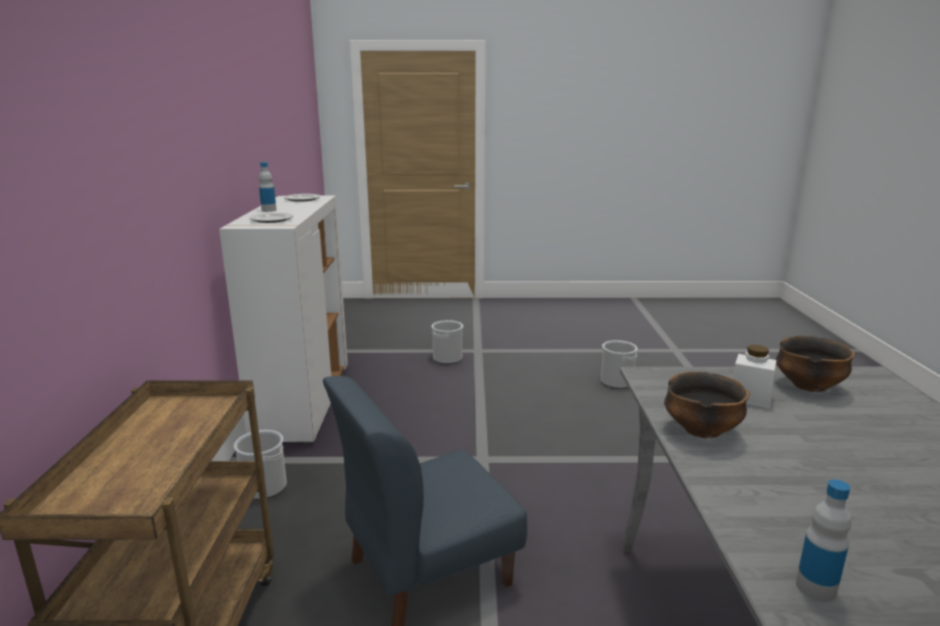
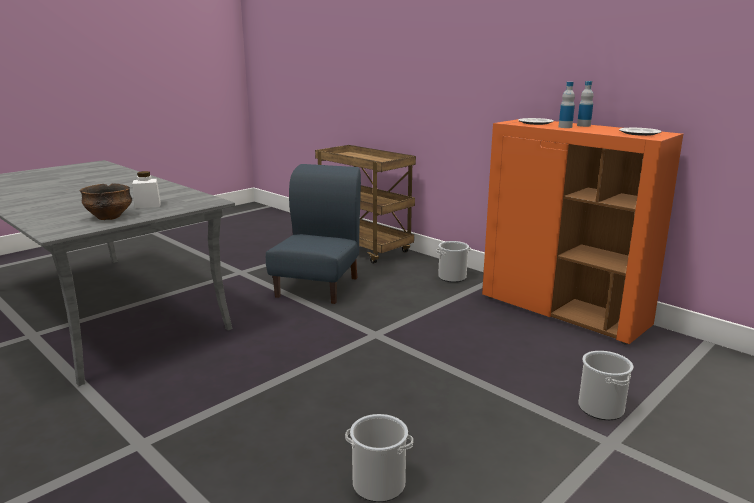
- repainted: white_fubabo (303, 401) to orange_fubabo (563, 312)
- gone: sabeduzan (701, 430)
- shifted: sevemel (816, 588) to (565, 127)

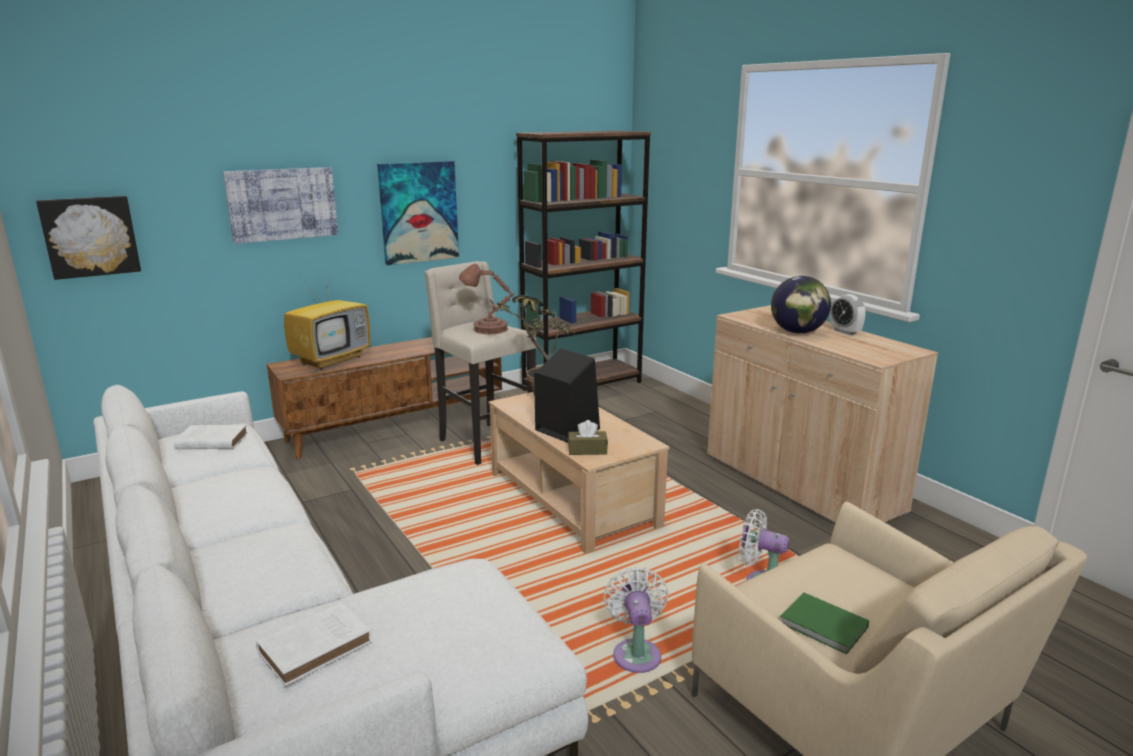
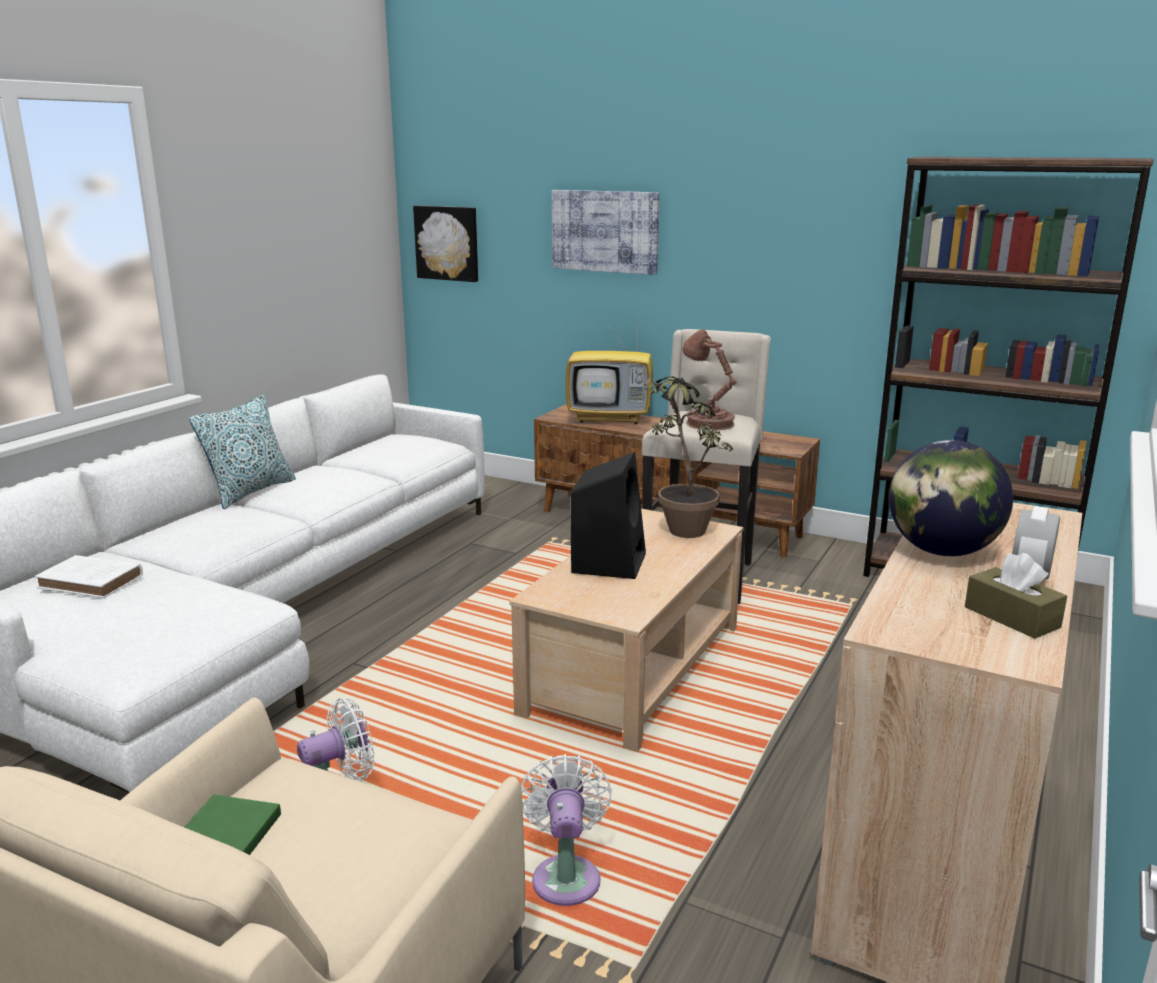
- gone: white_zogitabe (210, 441)
- gone: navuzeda (418, 212)
- shifted: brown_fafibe (587, 450) to (1011, 617)
- new: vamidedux (250, 492)

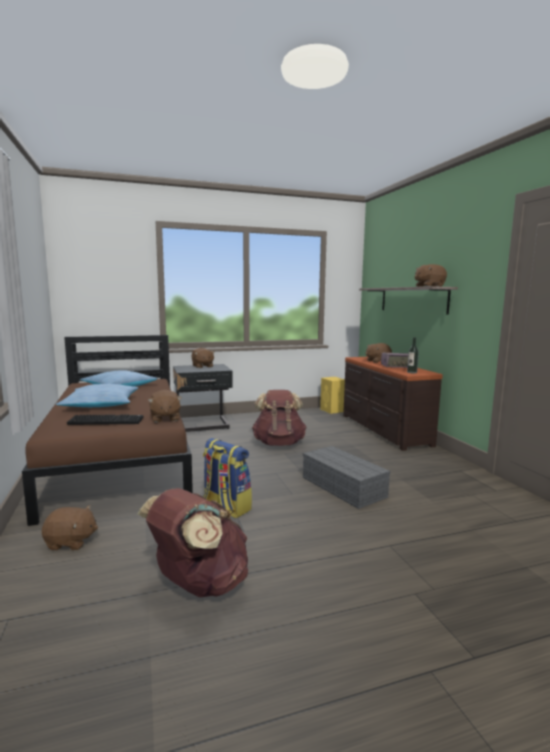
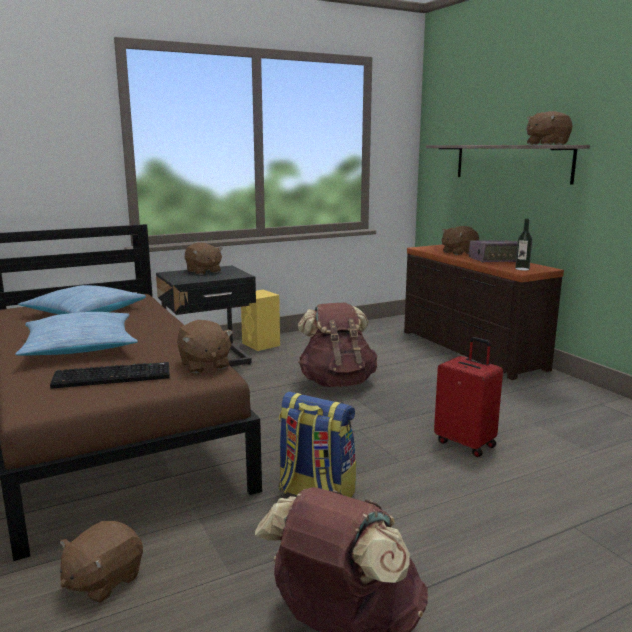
- rotated: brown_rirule (71, 542) = (103, 581) 135 degrees clockwise
- swapped: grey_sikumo (345, 487) to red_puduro (466, 443)
- shifted: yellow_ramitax (332, 410) to (261, 344)

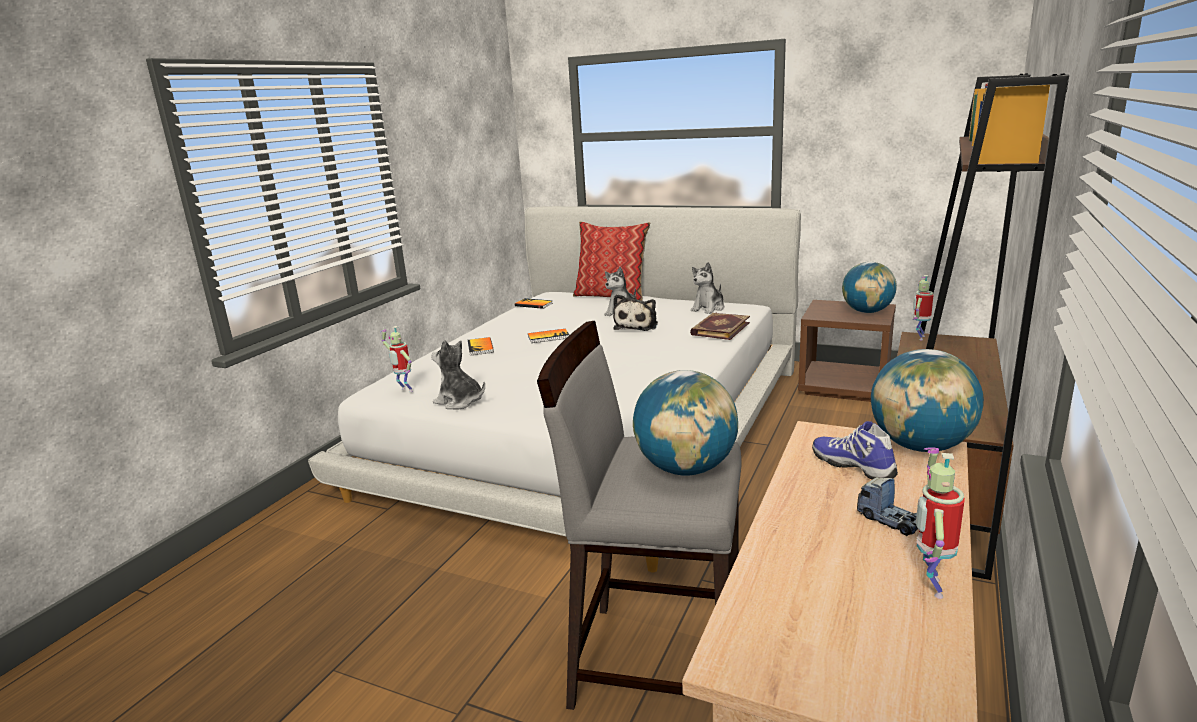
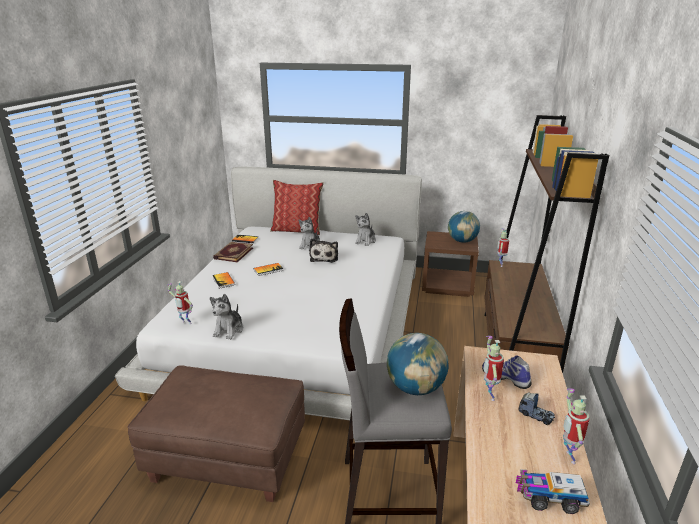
- rotated: rirule (460, 401) = (229, 330) 90 degrees counterclockwise
- shifted: zogitabe (719, 328) to (233, 253)
- gone: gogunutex (920, 446)
- new: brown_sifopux (227, 460)
- new: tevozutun (489, 395)
- new: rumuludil (549, 497)

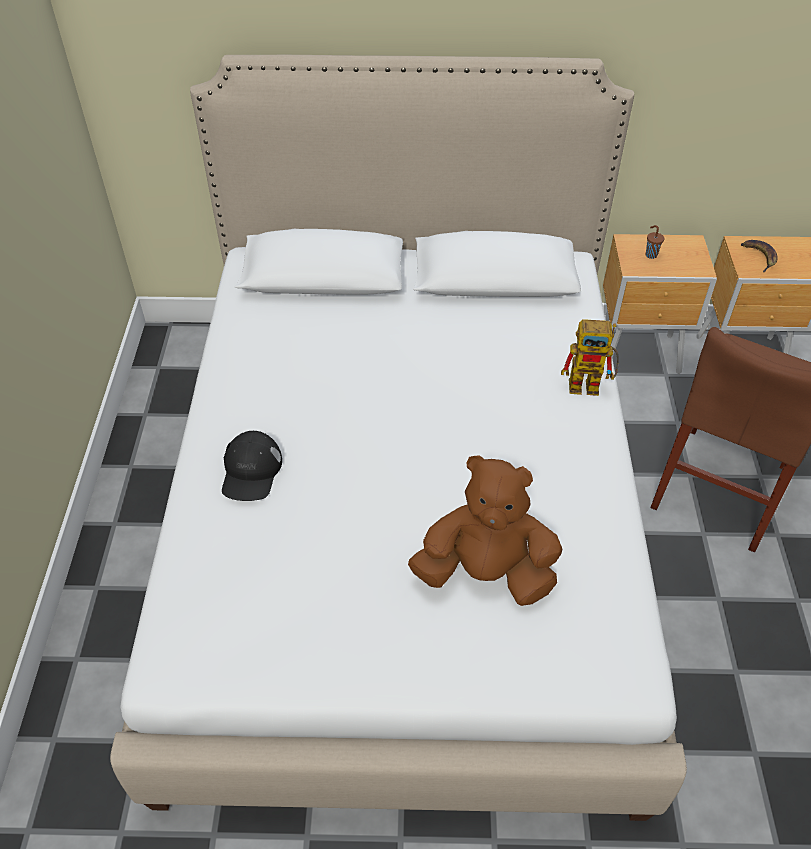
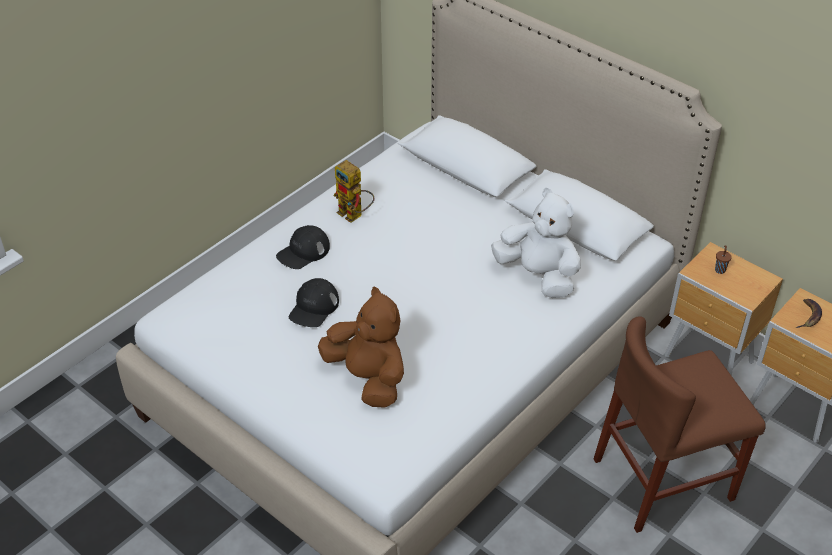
- shifted: tevozutun (591, 385) to (354, 215)
- new: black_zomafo (314, 307)
- new: white_rirule (538, 275)

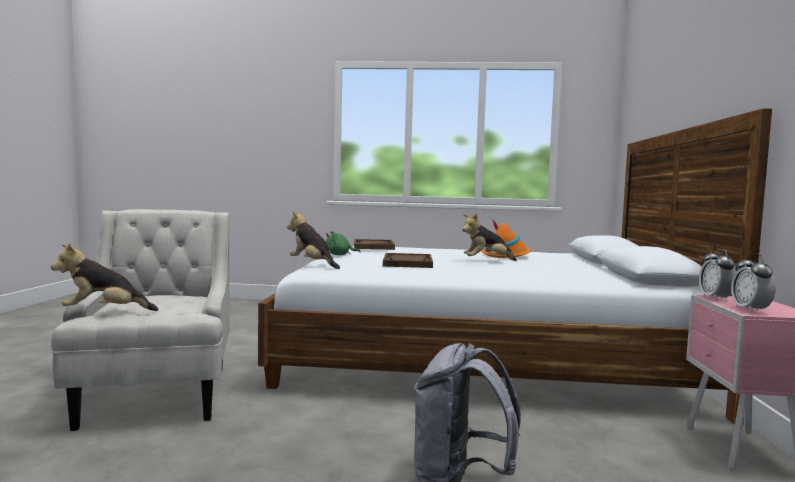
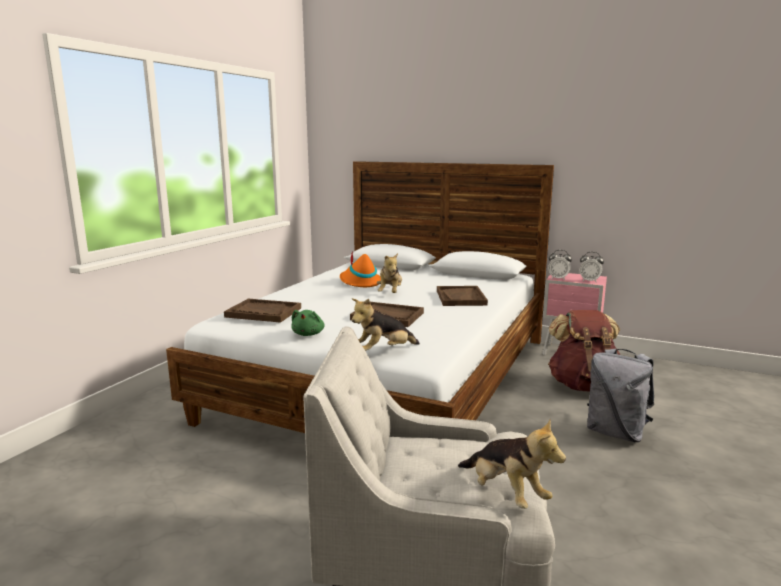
- rotated: rirule (104, 312) = (505, 493) 45 degrees counterclockwise
- new: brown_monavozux (461, 298)
- new: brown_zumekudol (584, 386)

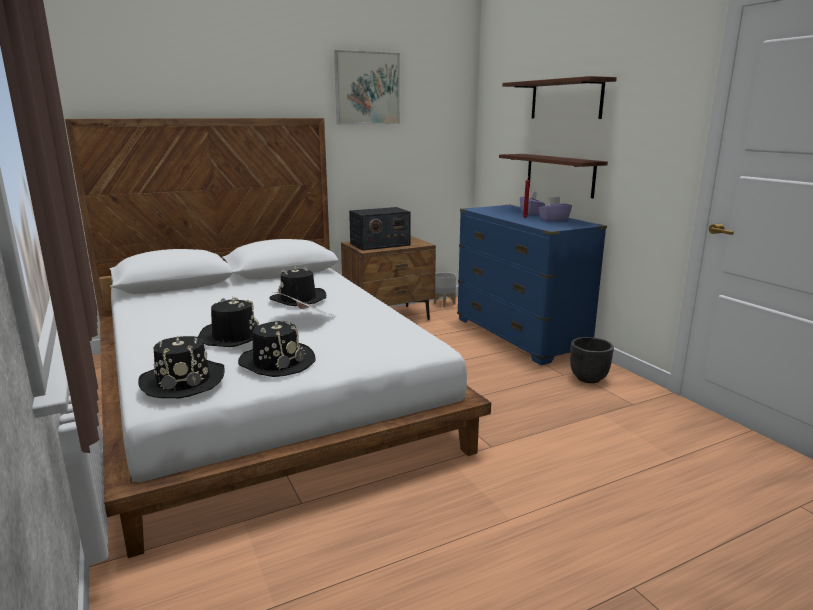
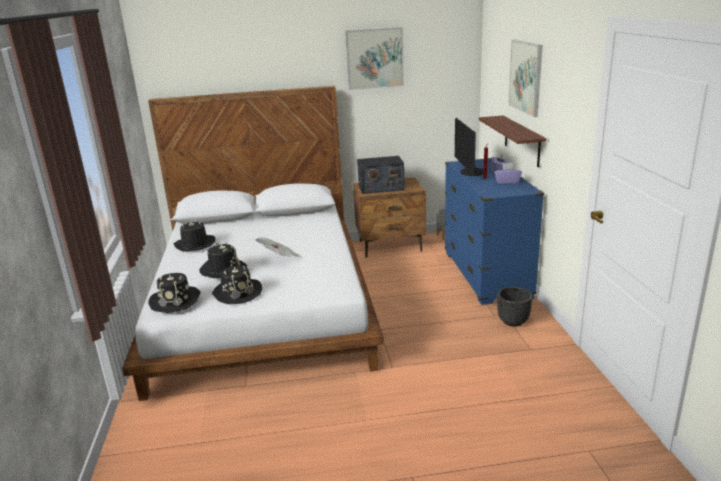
- shifted: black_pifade (298, 299) to (195, 244)
- swapped: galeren (566, 99) to navuzeda (526, 77)
- new: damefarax (469, 172)

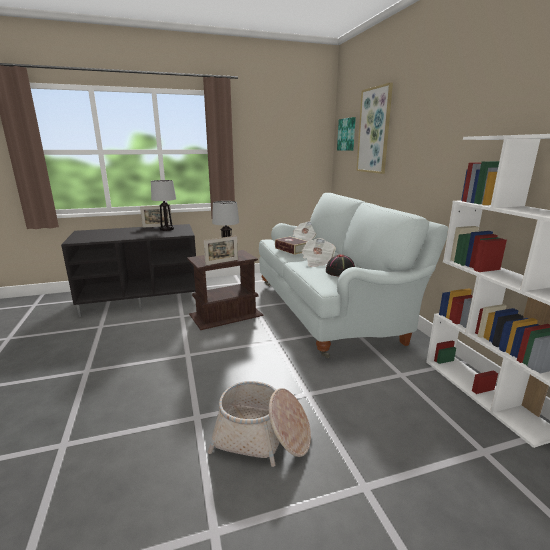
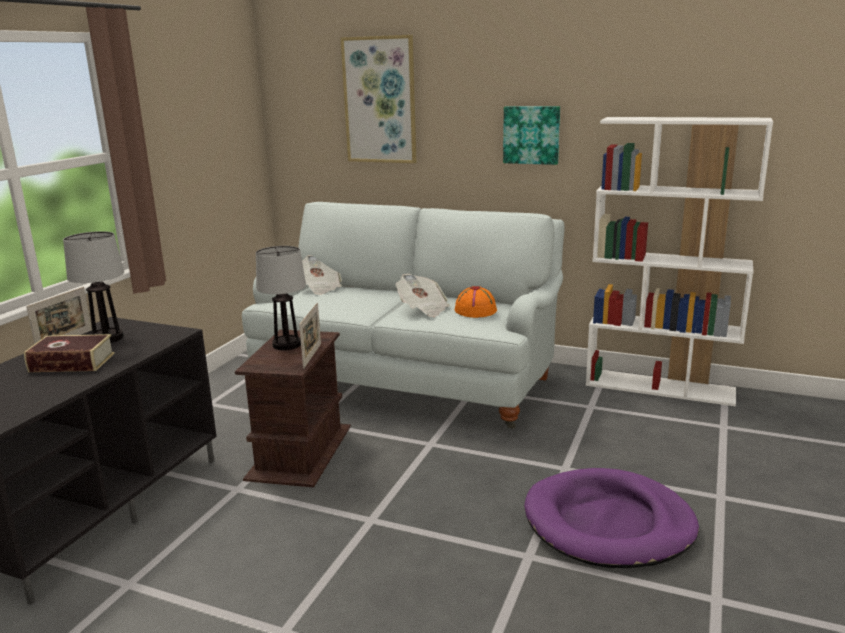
- swapped: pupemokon (262, 437) to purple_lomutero (608, 524)
- shifted: zogitabe (292, 249) to (72, 362)
- repainted: black_pifade (340, 271) to orange_pifade (475, 310)
- shifted: navuzeda (347, 134) to (531, 135)

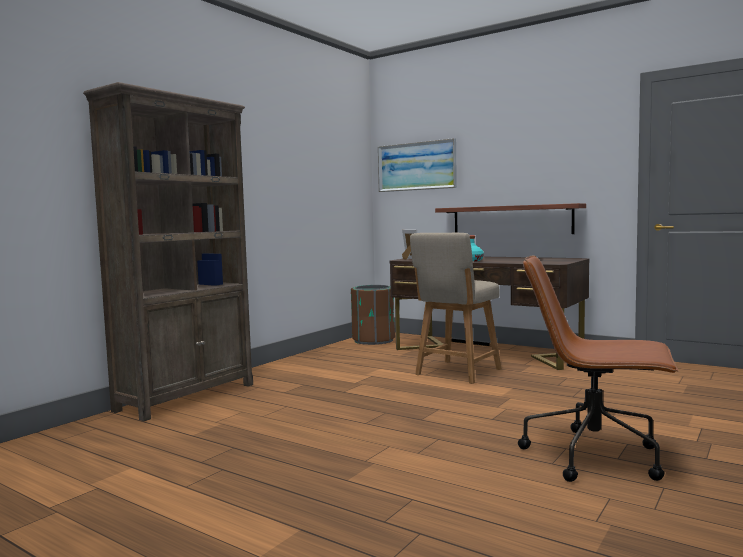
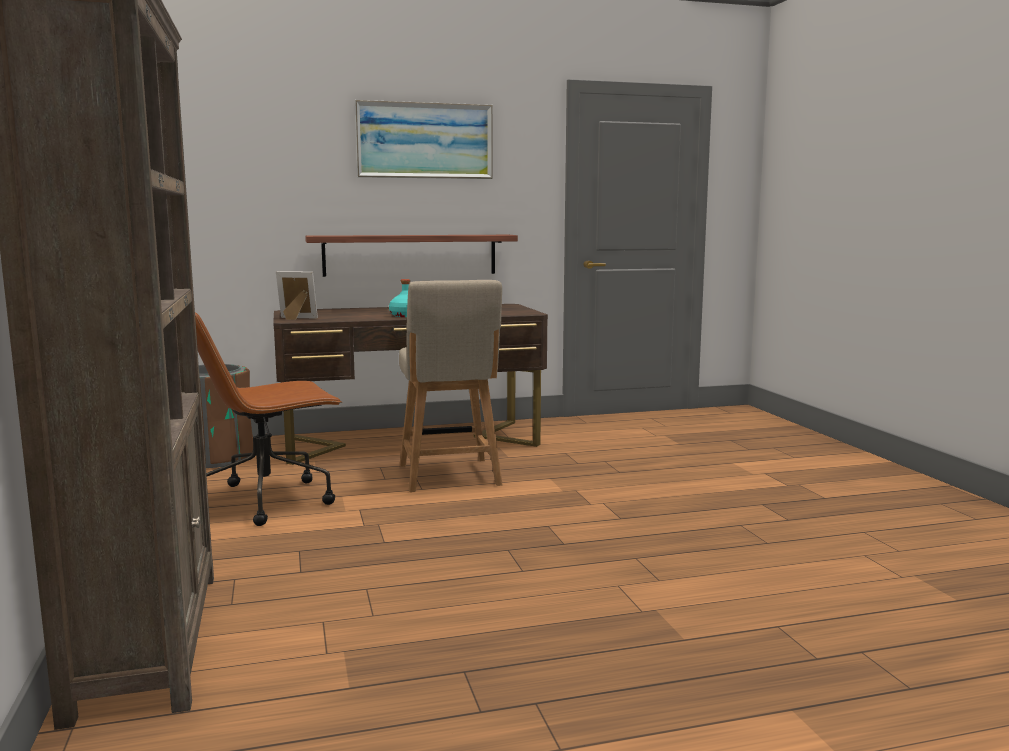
- shifted: navuzeda (416, 166) to (425, 141)
- shifted: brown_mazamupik (596, 456) to (267, 500)

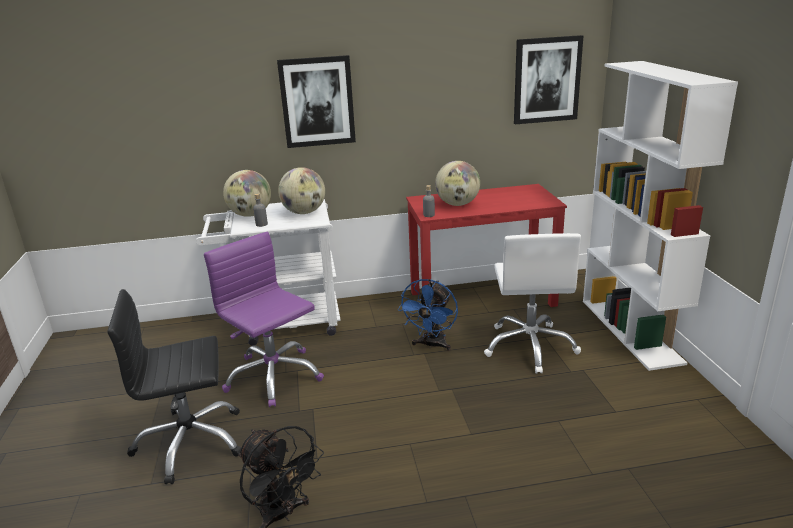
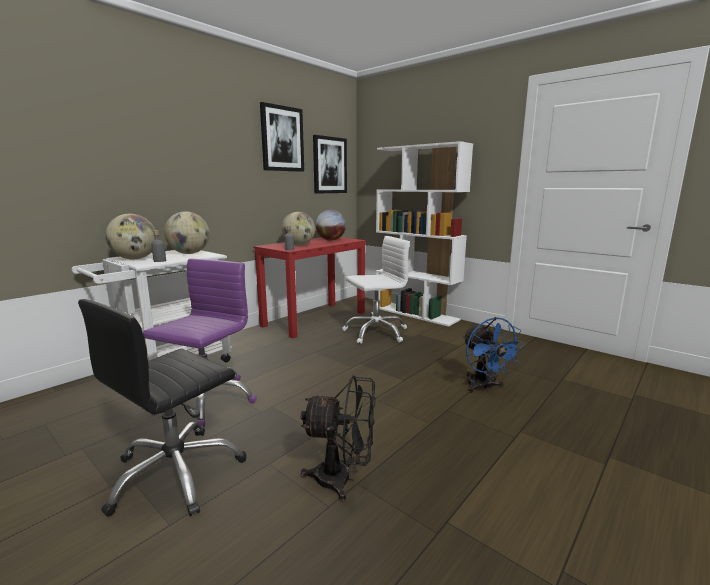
- rotated: purple_mazamupik (273, 376) = (206, 400) 105 degrees clockwise
- shifted: navuzeda (317, 102) to (282, 139)
- shifted: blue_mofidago (432, 345) to (484, 387)
- rotated: white_mazamupik (530, 346) = (376, 332) 75 degrees counterclockwise
- new: gogunutex (331, 240)

